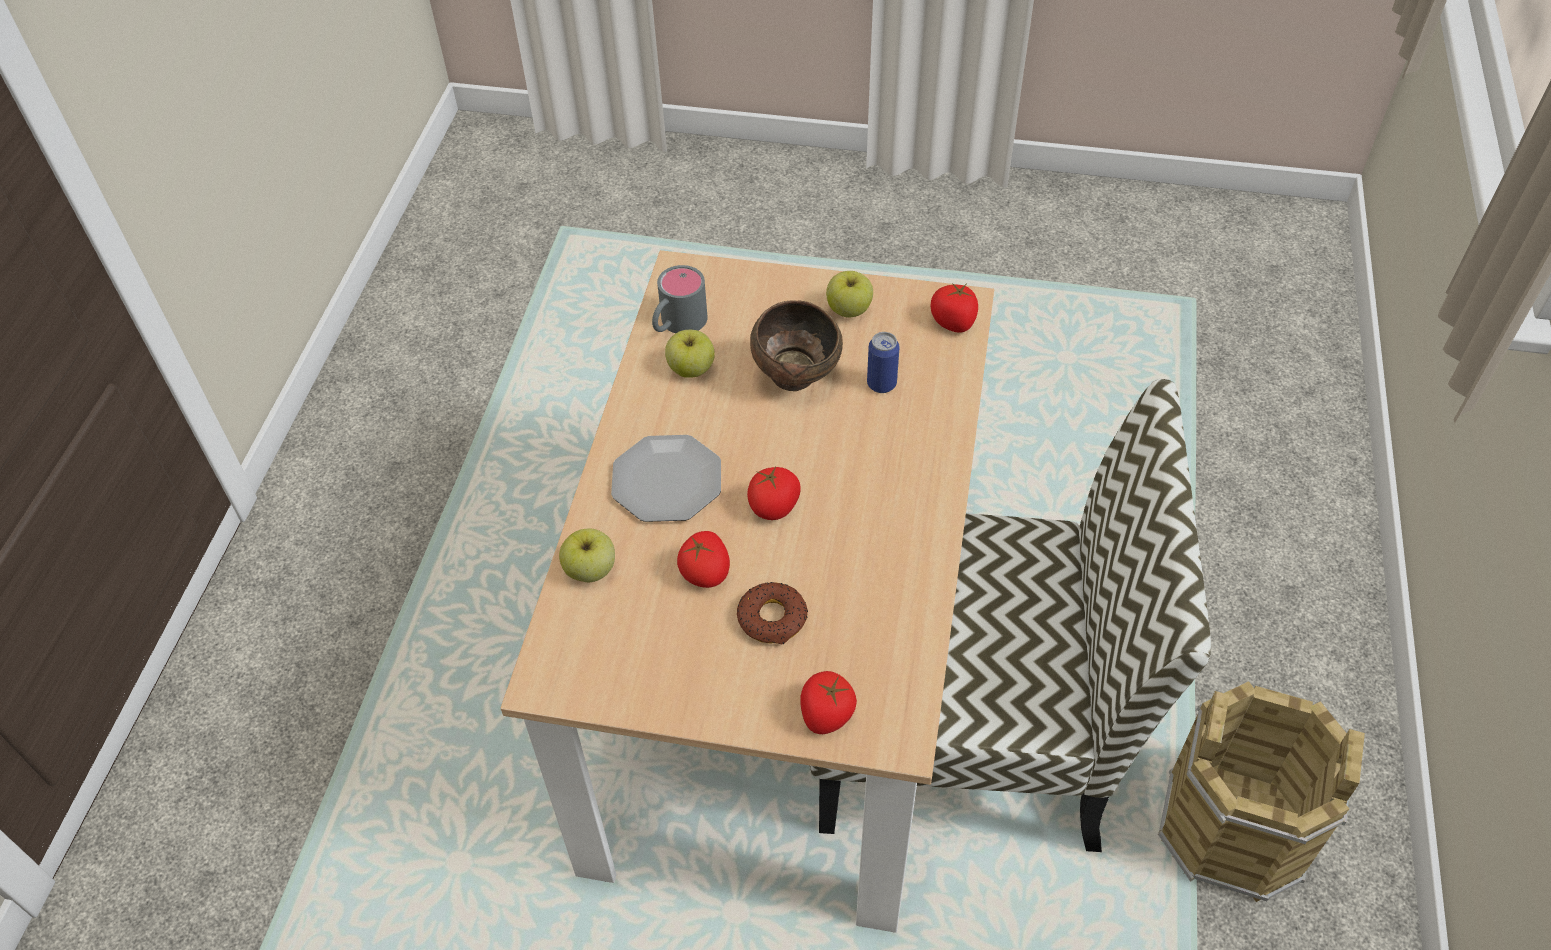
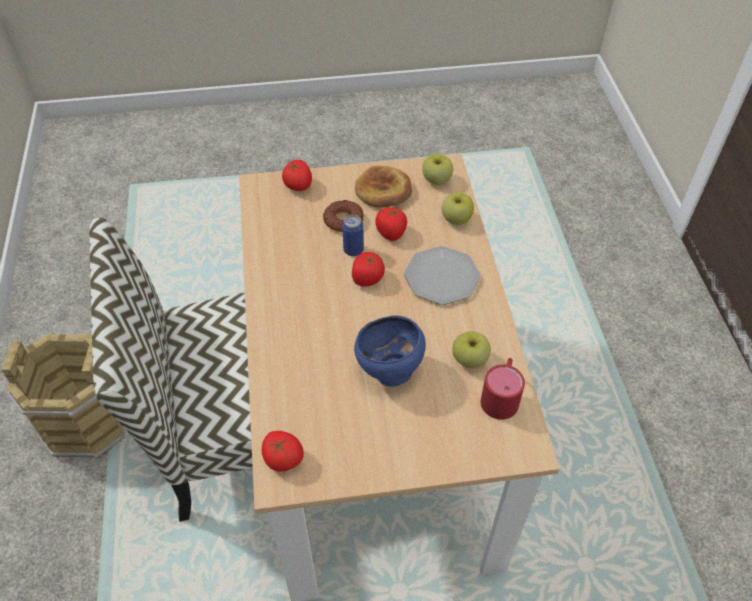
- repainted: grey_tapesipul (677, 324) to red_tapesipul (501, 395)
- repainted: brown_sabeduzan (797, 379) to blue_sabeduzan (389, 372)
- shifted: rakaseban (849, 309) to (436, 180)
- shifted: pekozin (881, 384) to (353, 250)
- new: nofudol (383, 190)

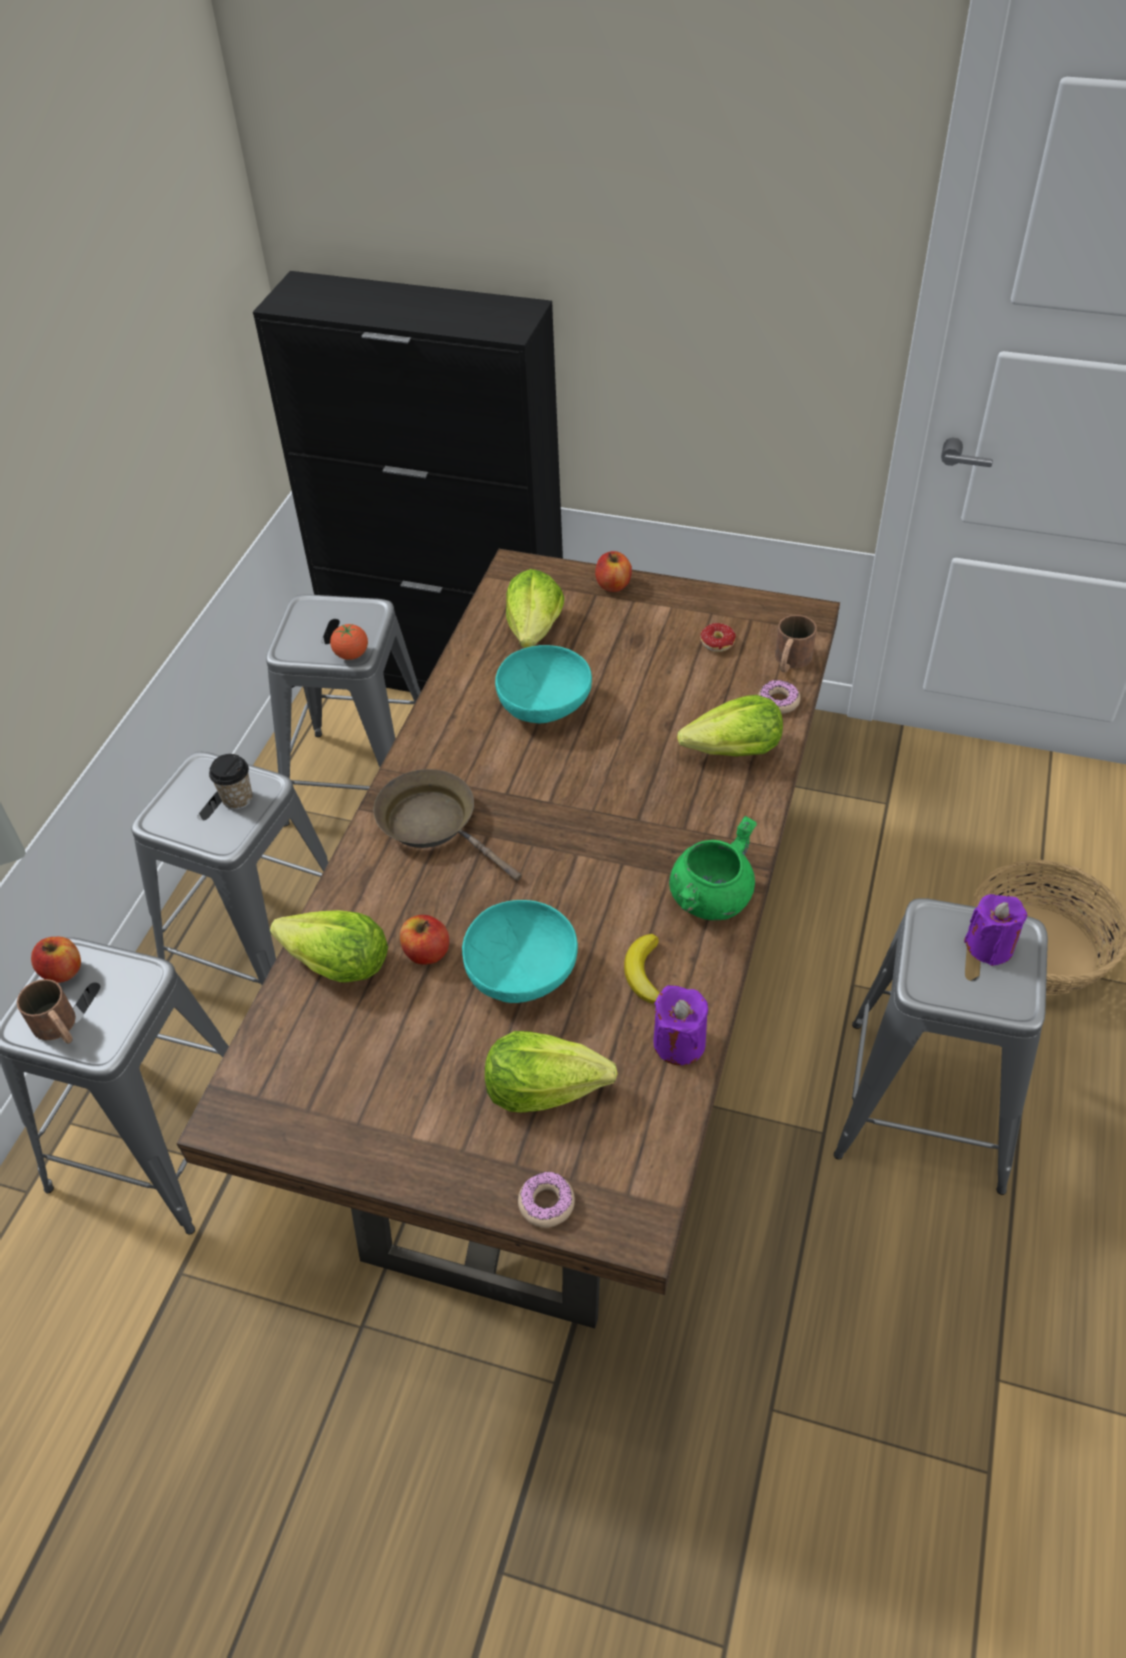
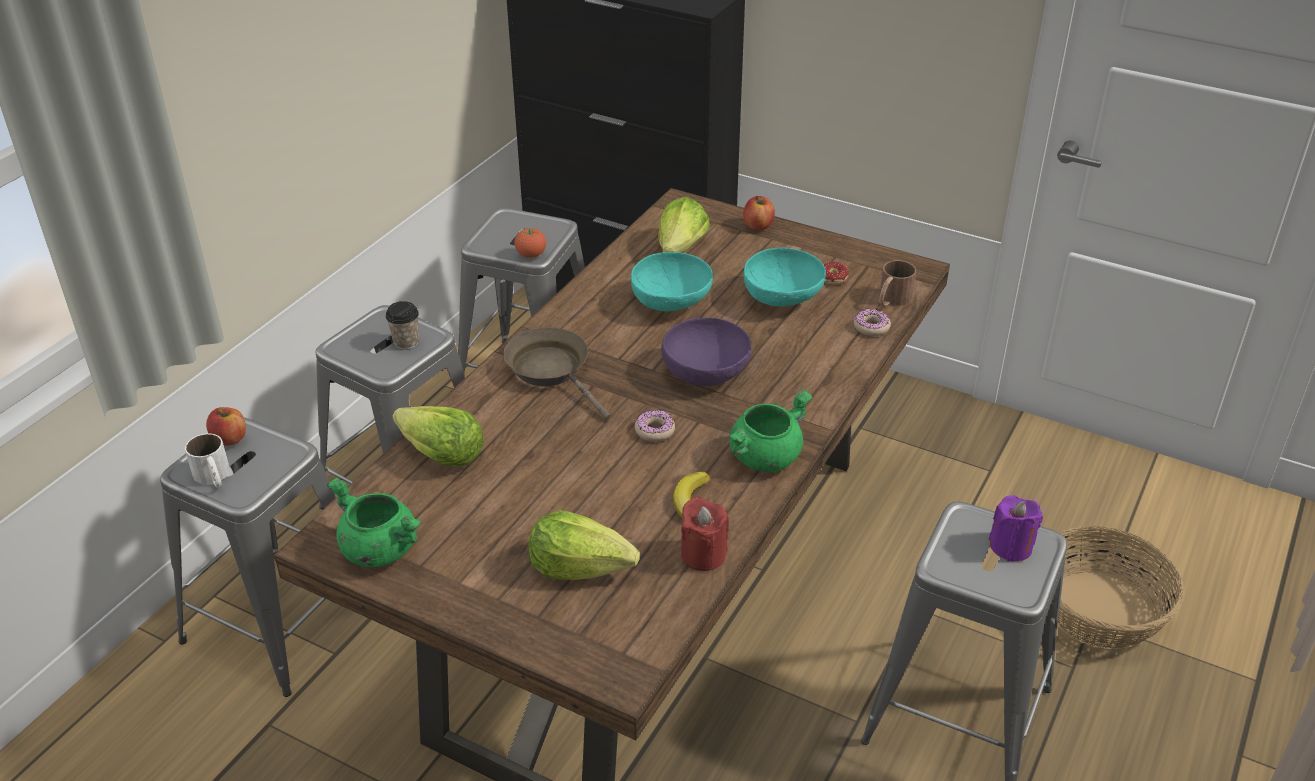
- repainted: brown_tapesipul (59, 1029) to white_tapesipul (213, 477)
- gone: rakaseban (426, 952)
- shifted: turquoise_sabeduzan (522, 974) to (783, 298)
- shifted: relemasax (546, 1203) to (654, 431)
- repainted: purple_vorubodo (679, 1043) to red_vorubodo (703, 555)
- gone: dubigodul (734, 751)
- new: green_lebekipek (379, 550)
- new: purple_sabeduzan (706, 372)

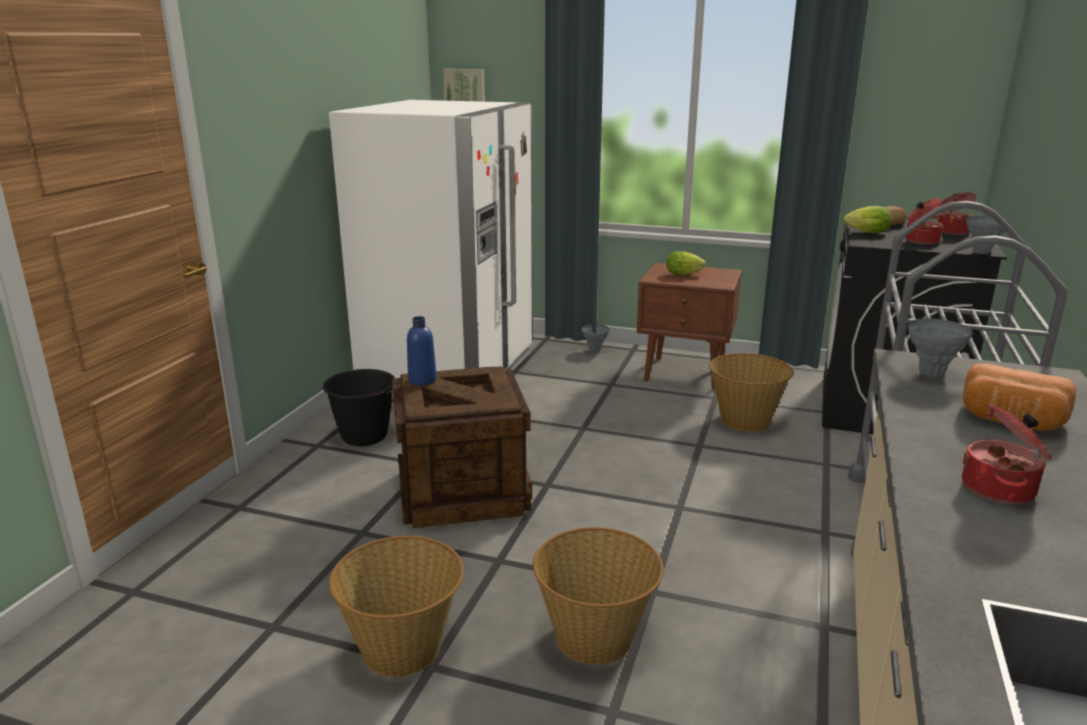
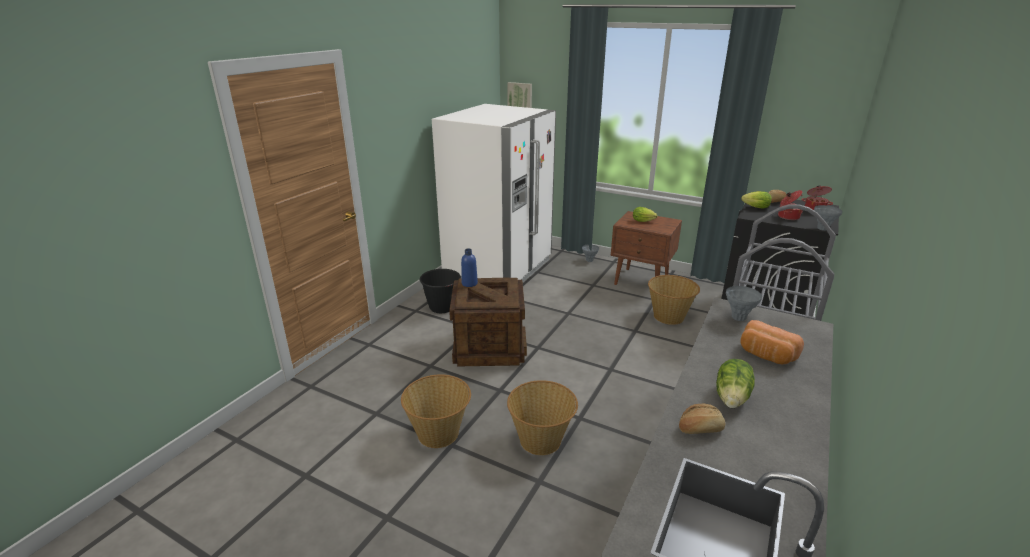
- swapped: lebekipek (1000, 489) to dubigodul (732, 397)
- new: nofudol (700, 428)

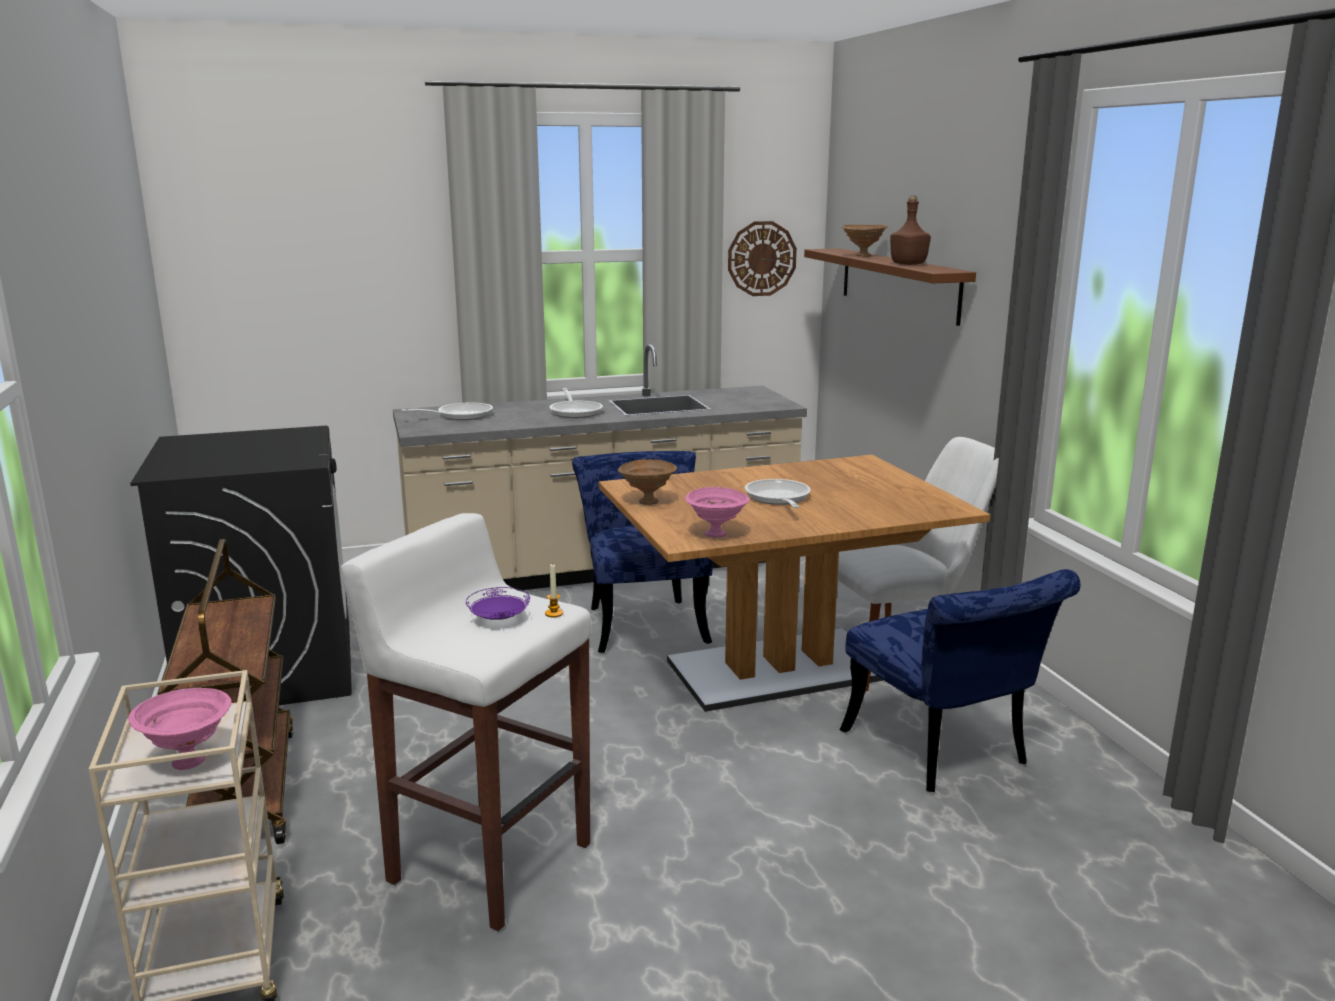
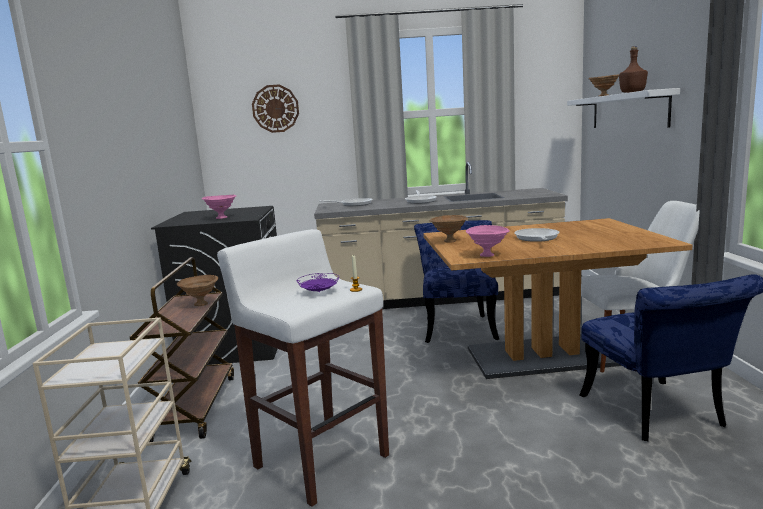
- shifted: pink_sabeduzan (188, 760) to (221, 218)
- shifted: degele (761, 258) to (275, 108)
- repainted: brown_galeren (898, 284) to white_galeren (628, 111)
- new: brown_sabeduzan (201, 304)

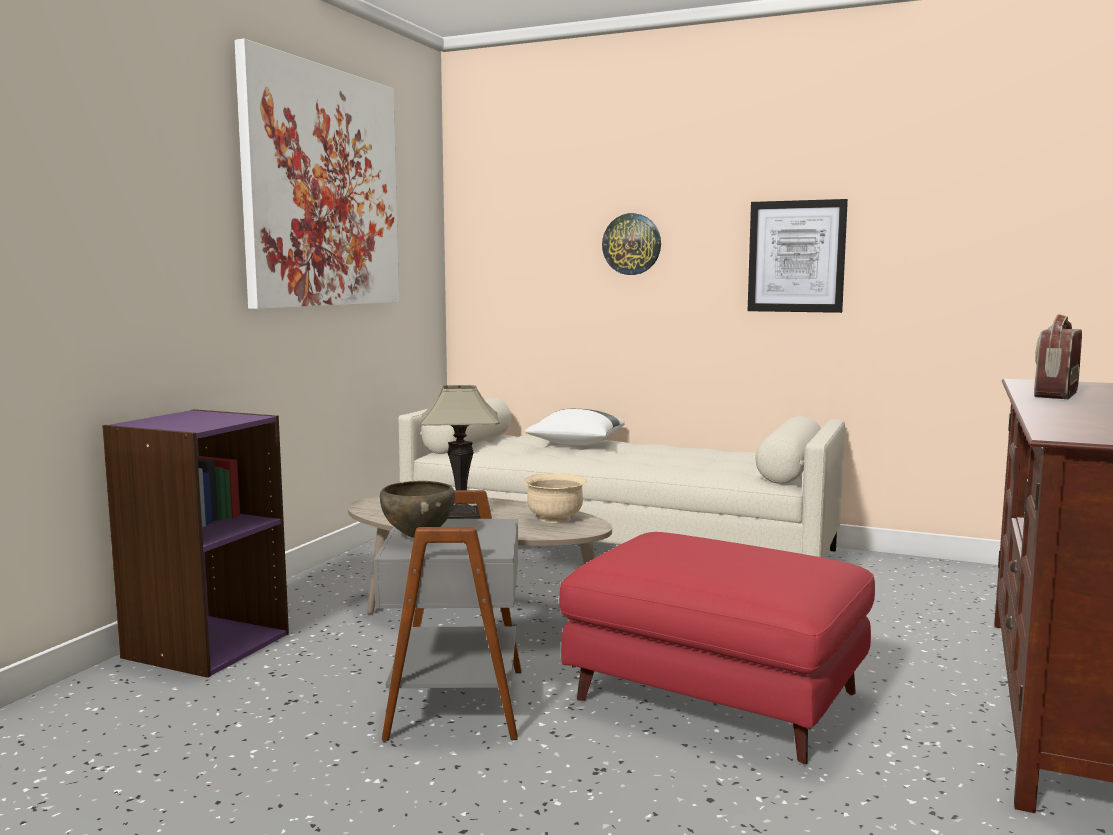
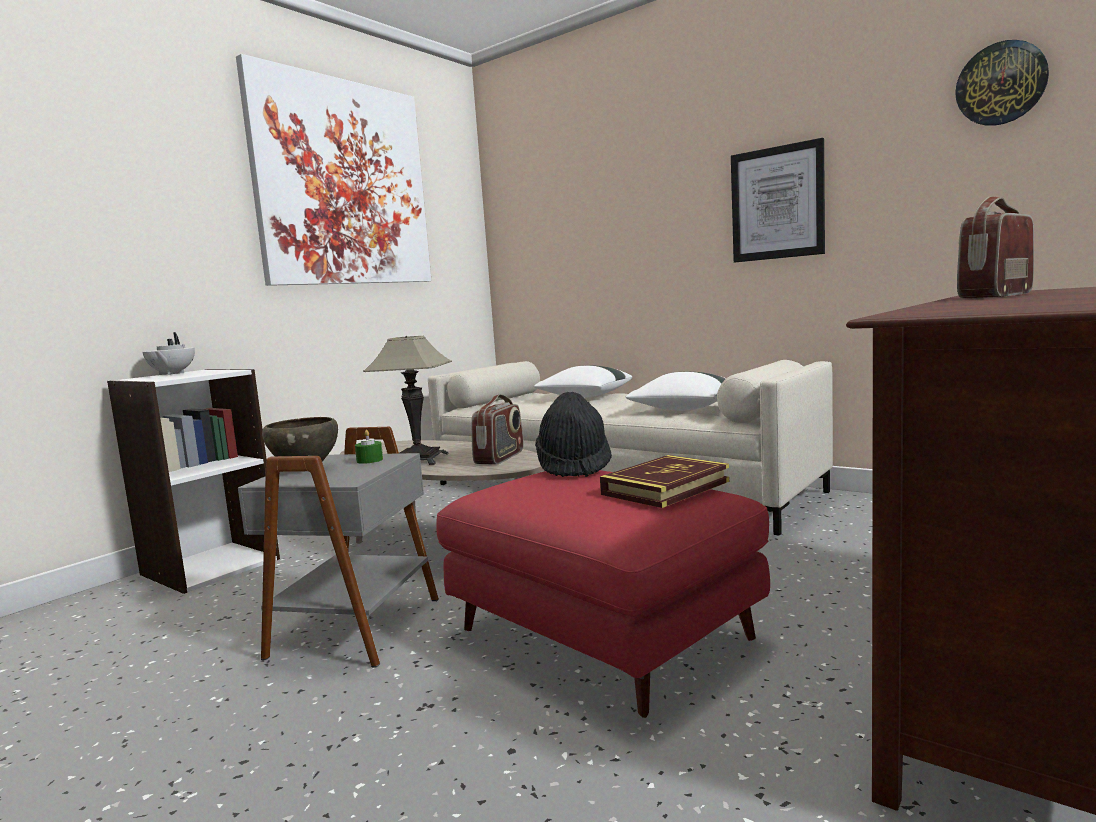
- repainted: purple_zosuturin (206, 645) to white_zosuturin (210, 566)
- swapped: beige_sabeduzan (555, 519) to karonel (500, 458)
- shifted: degele (632, 244) to (1000, 84)
- new: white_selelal (171, 374)
- new: green_vorubodo (369, 460)
- new: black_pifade (574, 466)
- new: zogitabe (665, 488)
- new: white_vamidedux (683, 409)

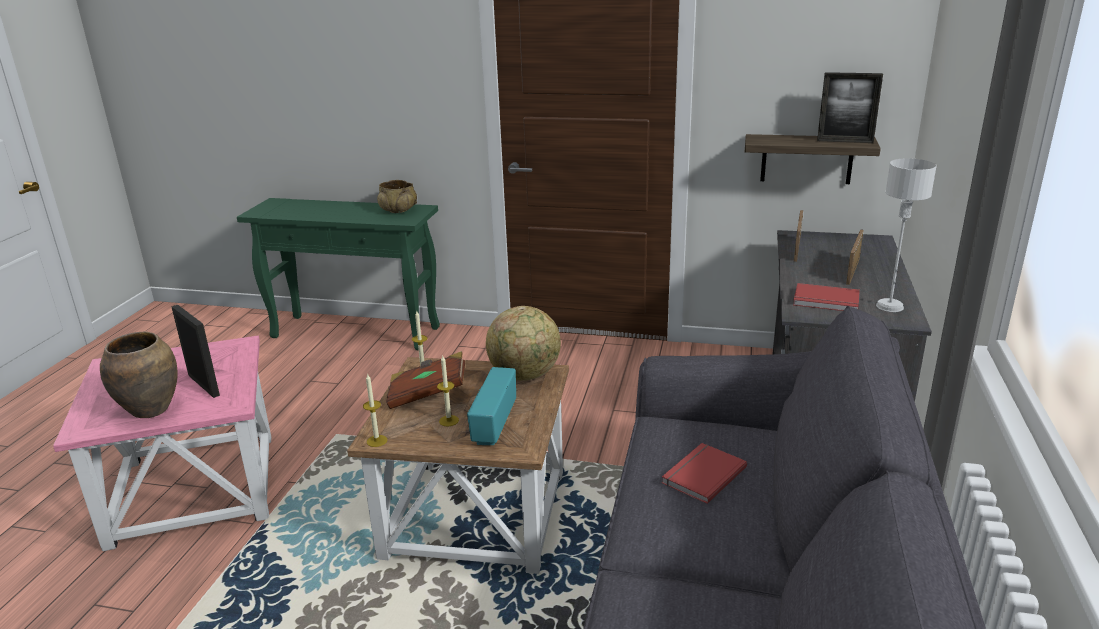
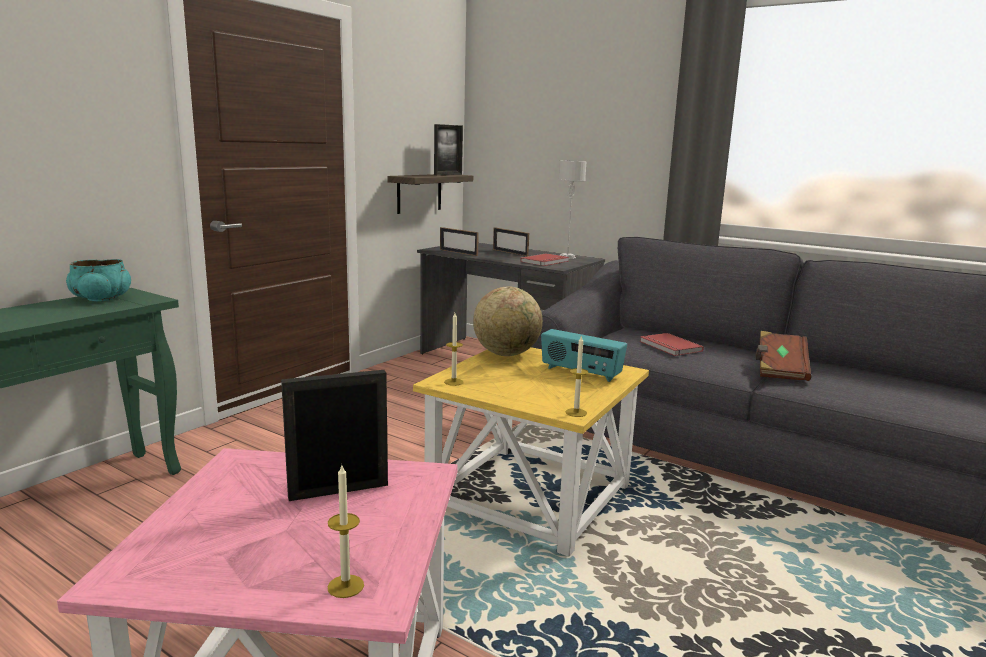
- gone: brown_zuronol (151, 410)
- repainted: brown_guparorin (477, 515) to yellow_guparorin (533, 496)
- repainted: beige_sabeduzan (398, 210) to turquoise_sabeduzan (101, 298)
- shifted: brown_zogitabe (428, 394) to (779, 369)
- shifted: vorubodo (449, 420) to (345, 586)

